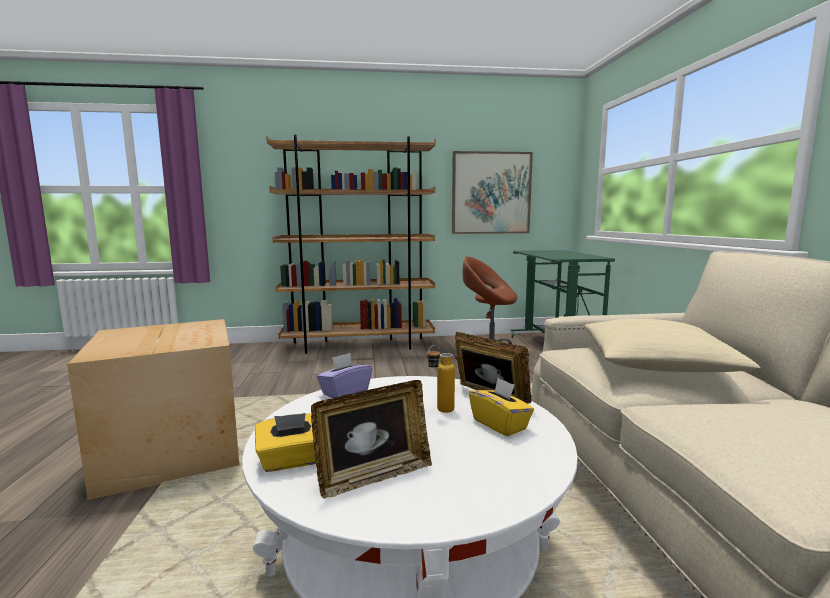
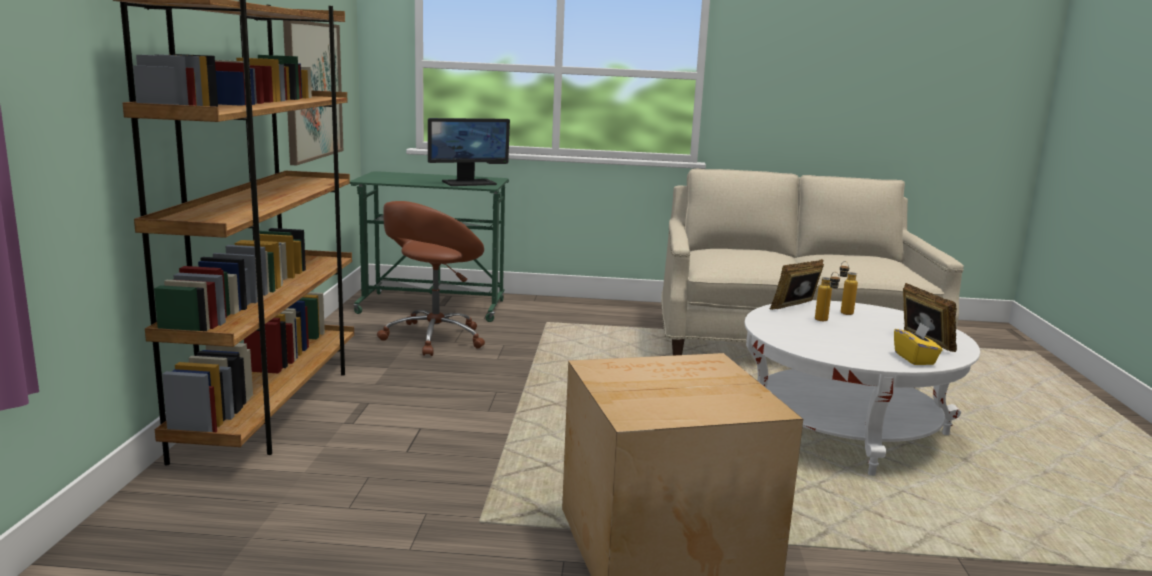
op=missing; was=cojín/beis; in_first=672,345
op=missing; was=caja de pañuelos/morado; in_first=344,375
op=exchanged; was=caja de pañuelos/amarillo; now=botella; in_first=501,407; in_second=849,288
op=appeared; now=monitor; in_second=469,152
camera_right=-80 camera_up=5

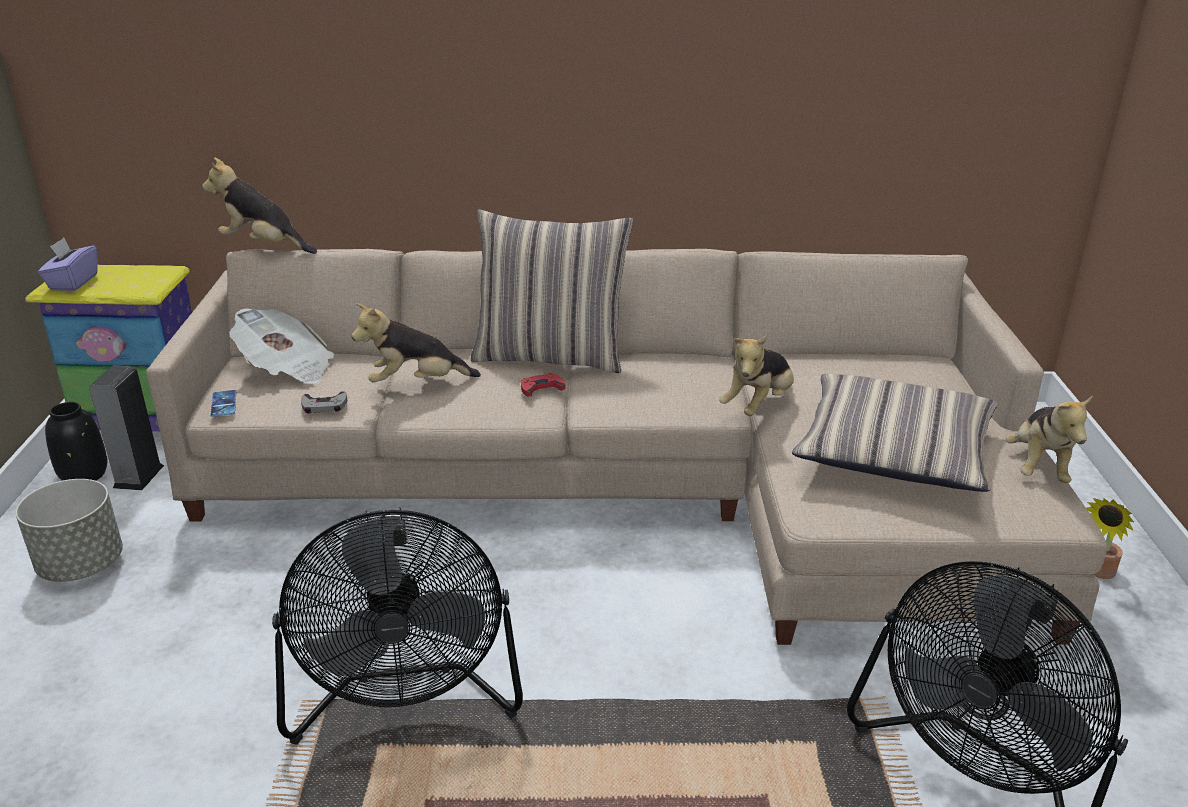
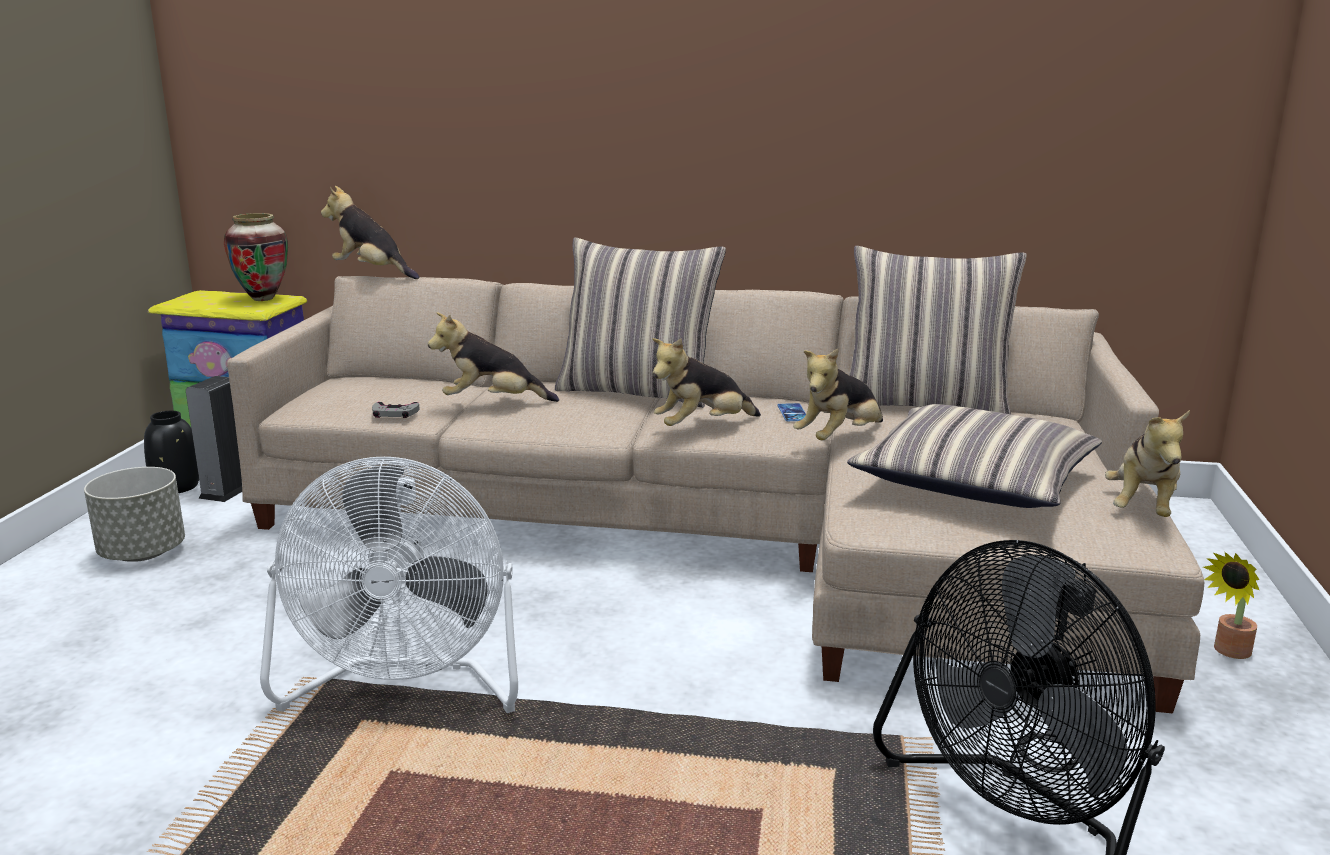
op=missing; was=caja de pañuelos/morado; in_first=68,264
op=missing; was=periódico; in_first=281,346
op=missing; was=mando de consola/rojo; in_first=543,384
op=relocated; was=móvil; in_first=223,403; in_second=791,412
op=colour; was=ventilador/negro; now=ventilador/blanco; in_first=397,626; in_second=389,585
op=appeared; now=florero; in_second=256,257
op=appeared; now=cojín; in_second=938,330
op=appeared; now=peluche; in_second=706,382
camera_right=10 camera_up=-10

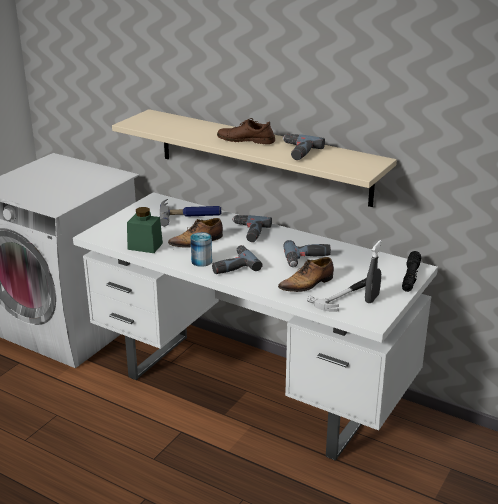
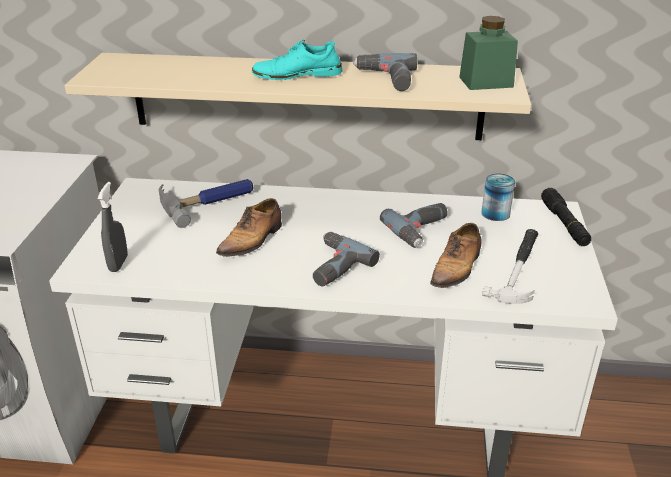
op=colour; was=zapato/marrón; now=zapato/turquesa; in_first=246,131; in_second=297,59
op=relocated; was=tarro/verde; in_first=145,230; in_second=488,53
op=missing; was=taladro; in_first=252,228
op=relocated; was=lata; in_first=201,249; in_second=498,197
op=relocated; was=pulverizador/gris; in_first=373,271; in_second=112,227
camera_right=-25 camera_up=5

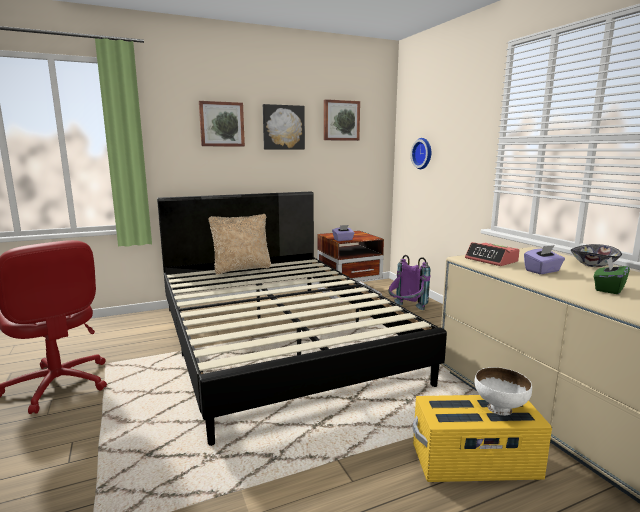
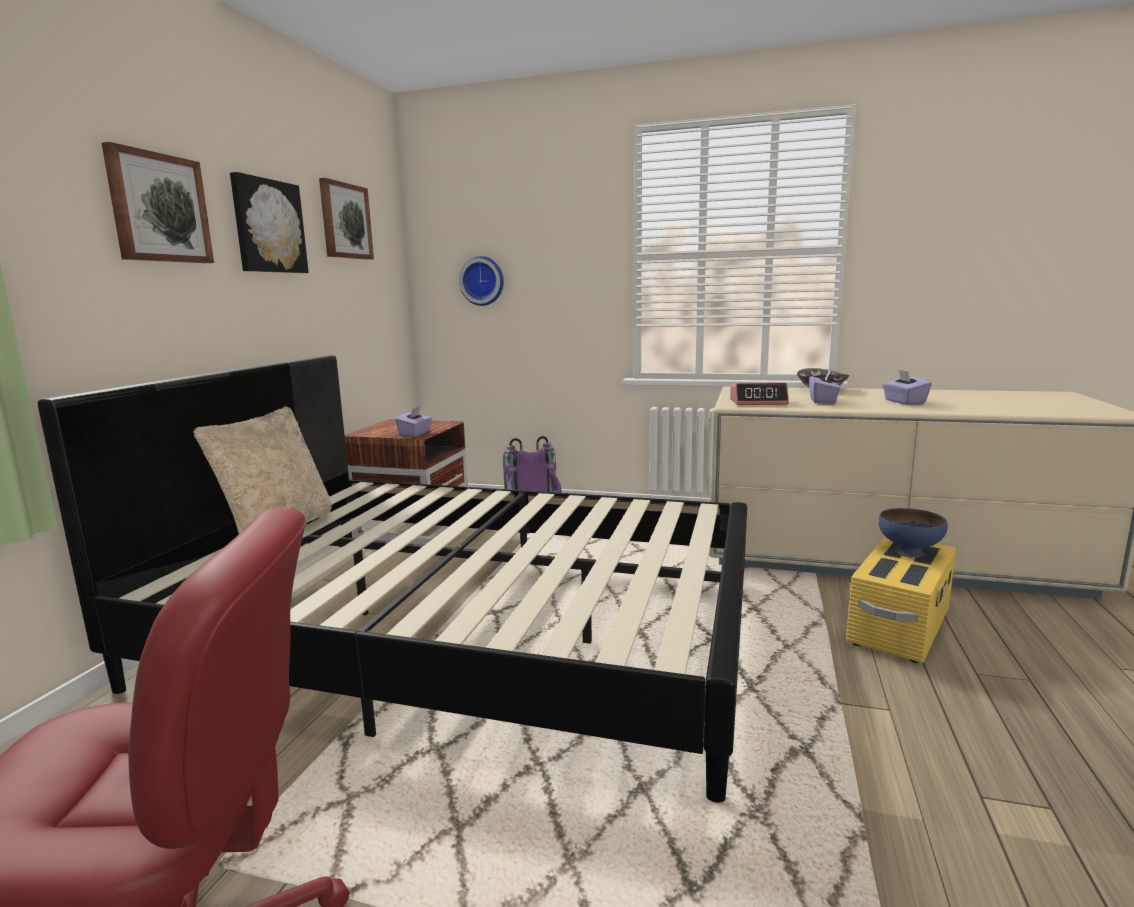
op=colour; was=caja de pañuelos/verde; now=caja de pañuelos/morado; in_first=612,275; in_second=907,387
op=colour; was=cuenco/blanco; now=cuenco/azul; in_first=503,391; in_second=913,533
camera_right=-50 camera_up=0

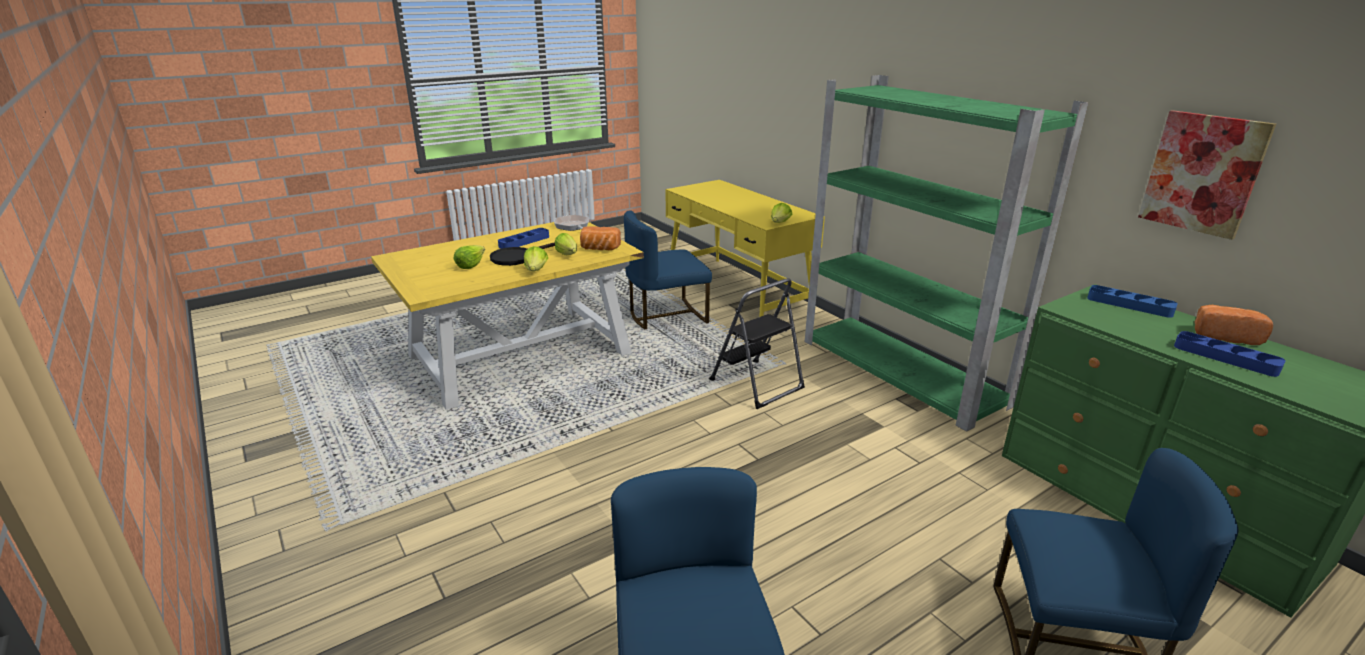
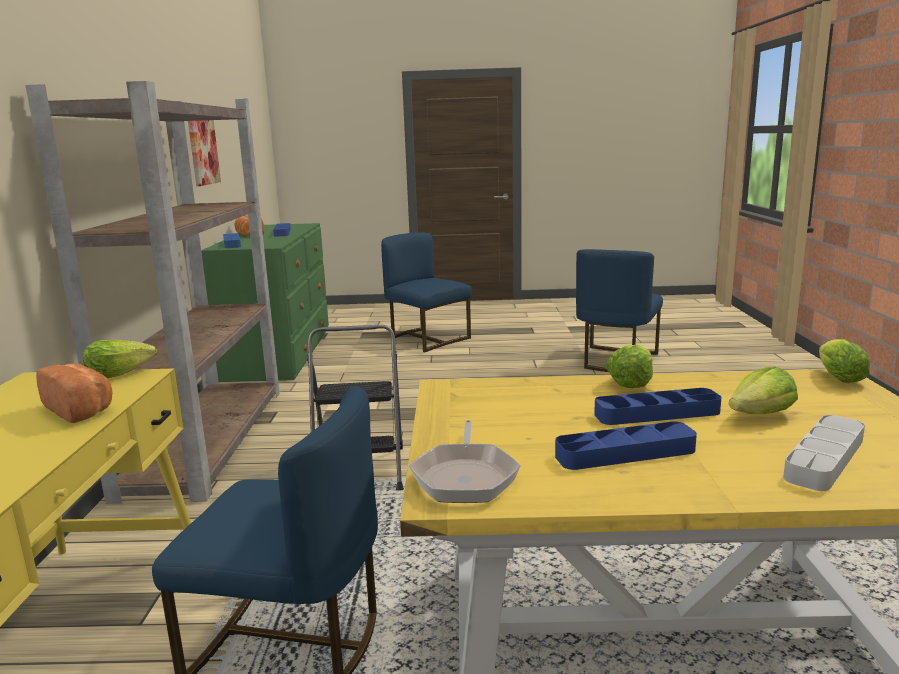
op=colour; was=estantería/verde; now=estantería/marrón; in_first=947,253; in_second=152,292
op=relocated; was=pan; in_first=600,238; in_second=74,393
op=relocated; was=lechuga; in_first=566,244; in_second=844,361
op=exchanged; was=sartén/negro; now=bandeja/azul; in_first=522,254; in_second=657,406
op=appeared; now=bandeja/gris; in_second=824,453
camera_right=-145 camera_up=-10

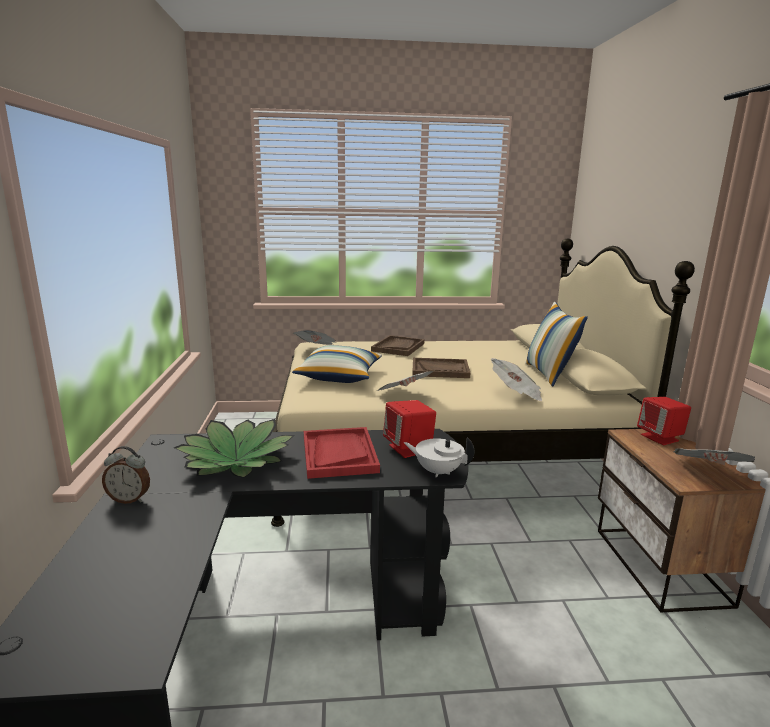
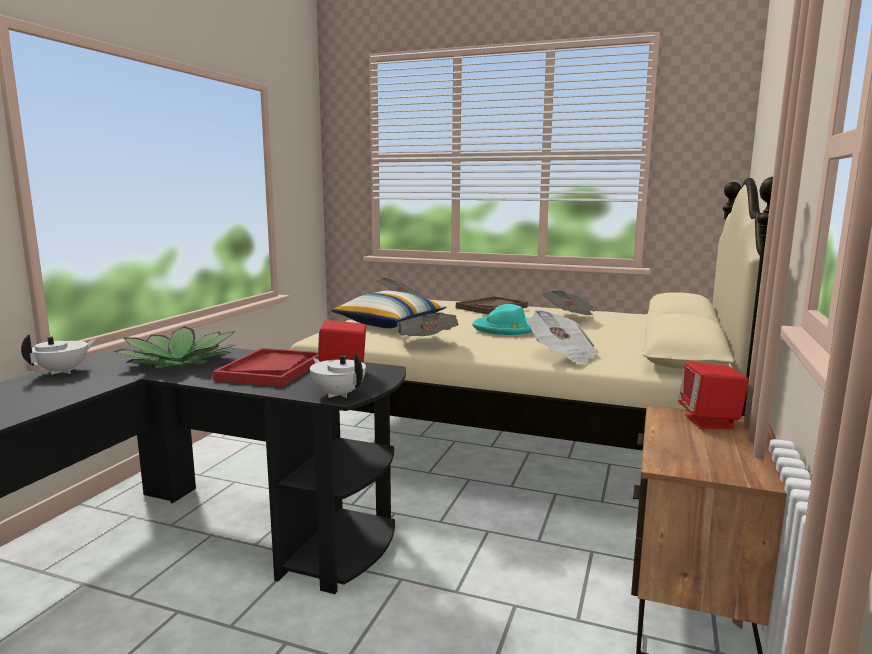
op=missing; was=cojín; in_first=556,344
op=exchanged; was=bandeja/marrón; now=sombrero/turquesa; in_first=441,368; in_second=502,319
op=exchanged; was=despertador; now=tetera/blanco; in_first=126,475; in_second=59,354
op=relocated; was=periódico; in_first=714,455; in_second=568,303
camera_right=25 camera_up=-5

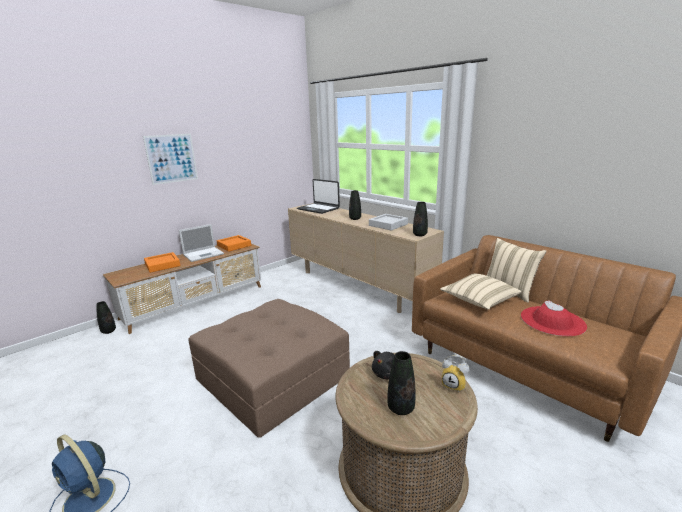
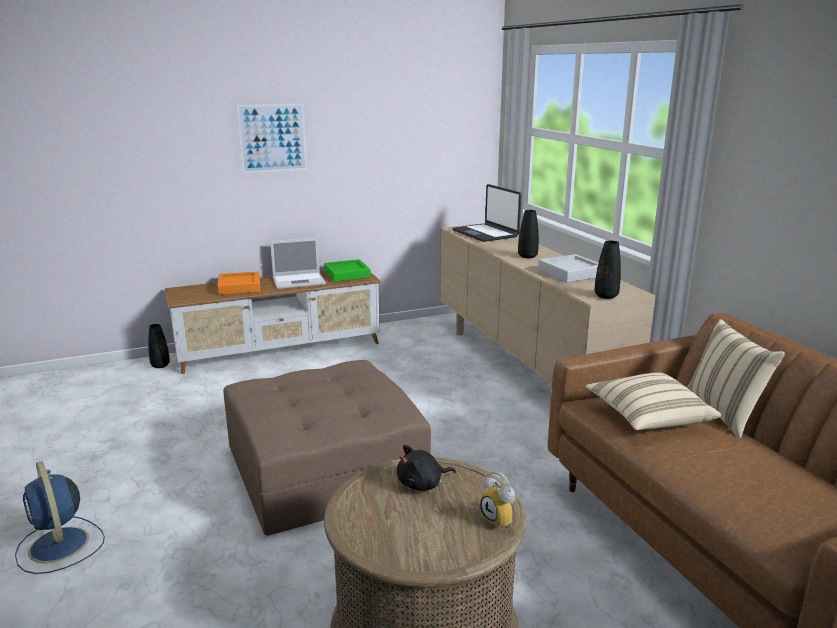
op=colour; was=bandeja/naranja; now=bandeja/verde; in_first=234,243; in_second=347,270
op=missing; was=sombrero/rojo; in_first=554,318
op=missing; was=florero/negro; in_first=402,383
camera_right=20 camera_up=0

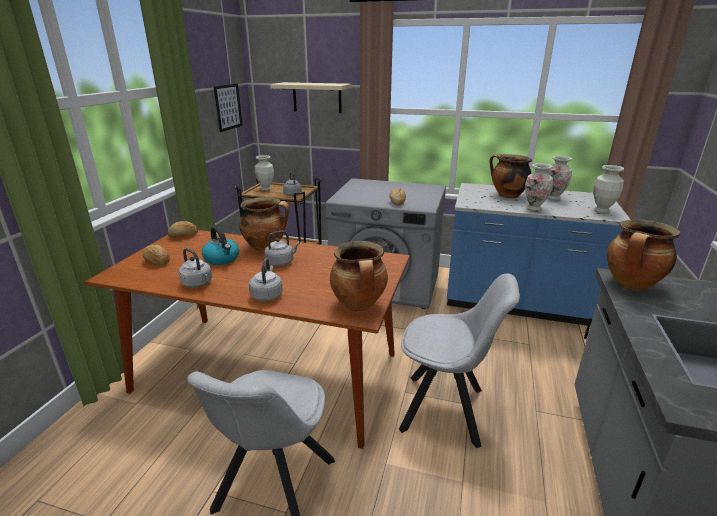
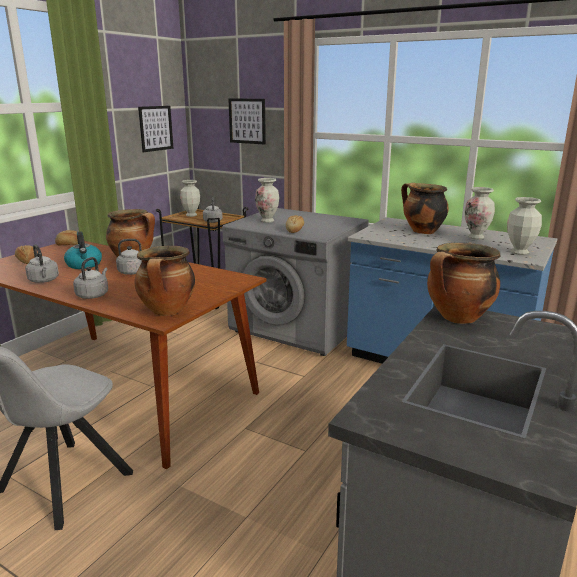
op=exchanged; was=estante/beis; now=cuadro; in_first=310,97; in_second=247,121
op=relocated; was=florero; in_first=539,187; in_second=267,200
op=missing; was=silla/gris; in_first=459,360
camera_right=15 camera_up=-5

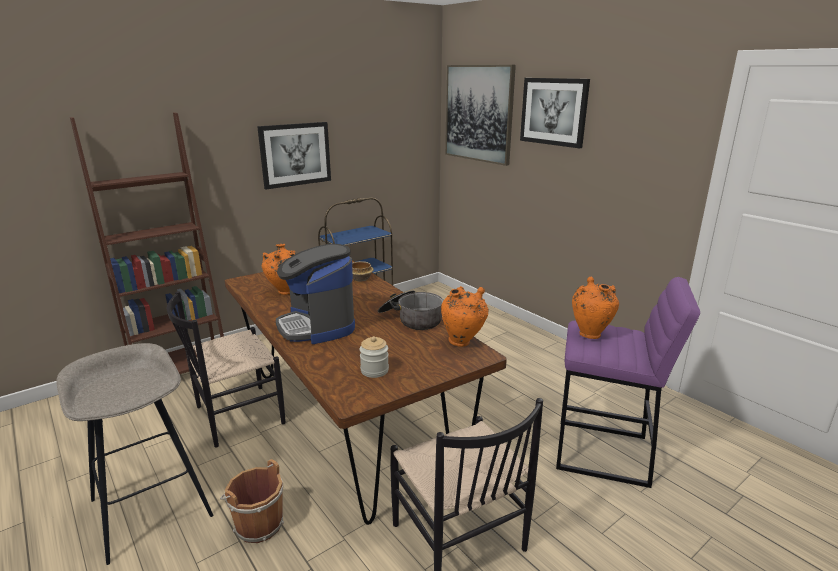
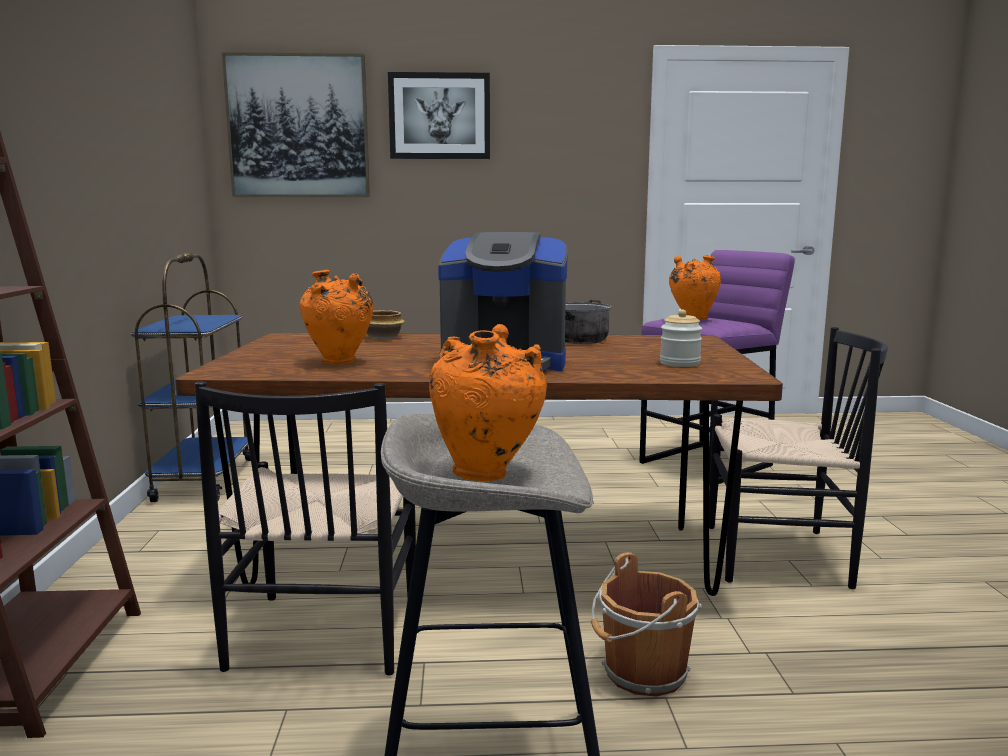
op=missing; was=cuadro; in_first=294,155
op=relocated; was=florero/naranja; in_first=464,316; in_second=488,402
camera_right=-55 camera_up=-10

